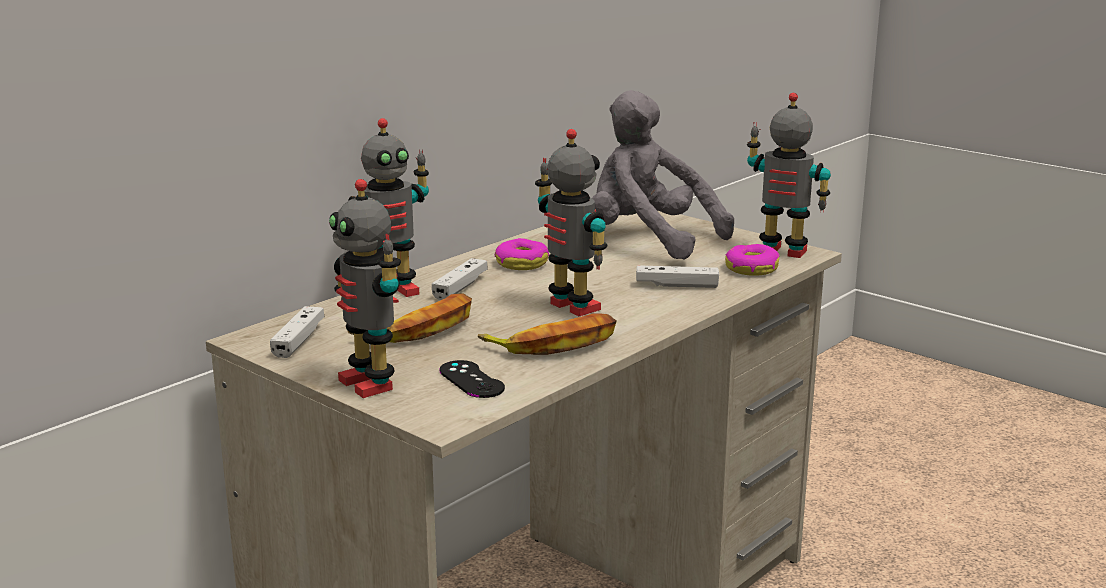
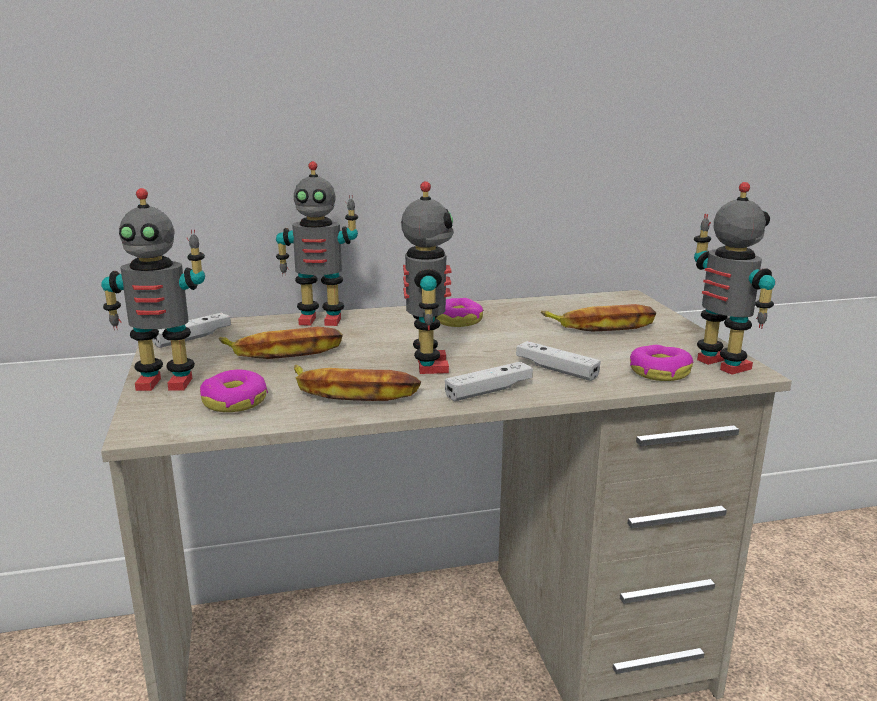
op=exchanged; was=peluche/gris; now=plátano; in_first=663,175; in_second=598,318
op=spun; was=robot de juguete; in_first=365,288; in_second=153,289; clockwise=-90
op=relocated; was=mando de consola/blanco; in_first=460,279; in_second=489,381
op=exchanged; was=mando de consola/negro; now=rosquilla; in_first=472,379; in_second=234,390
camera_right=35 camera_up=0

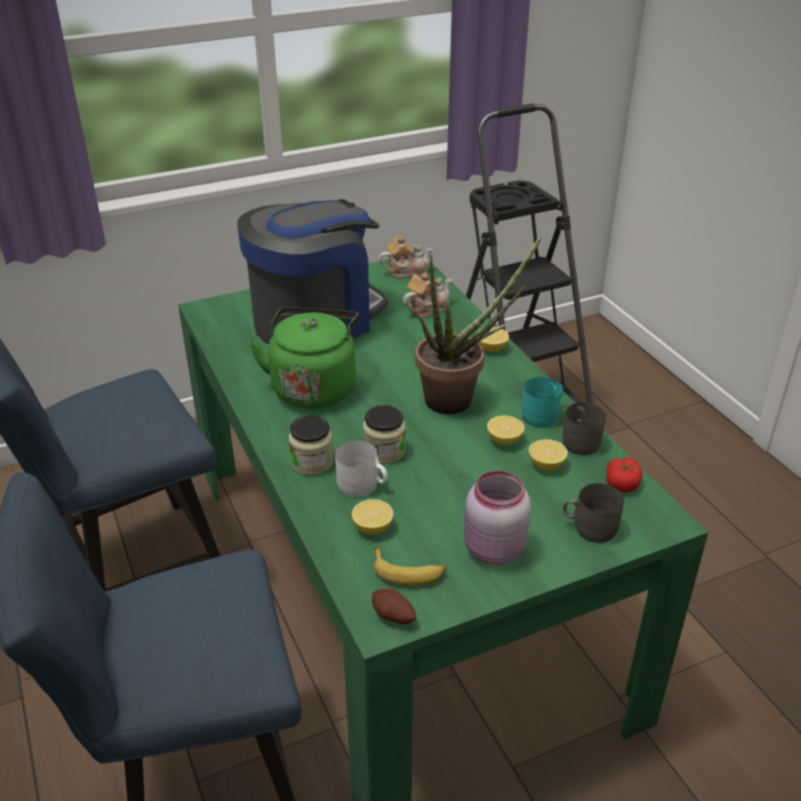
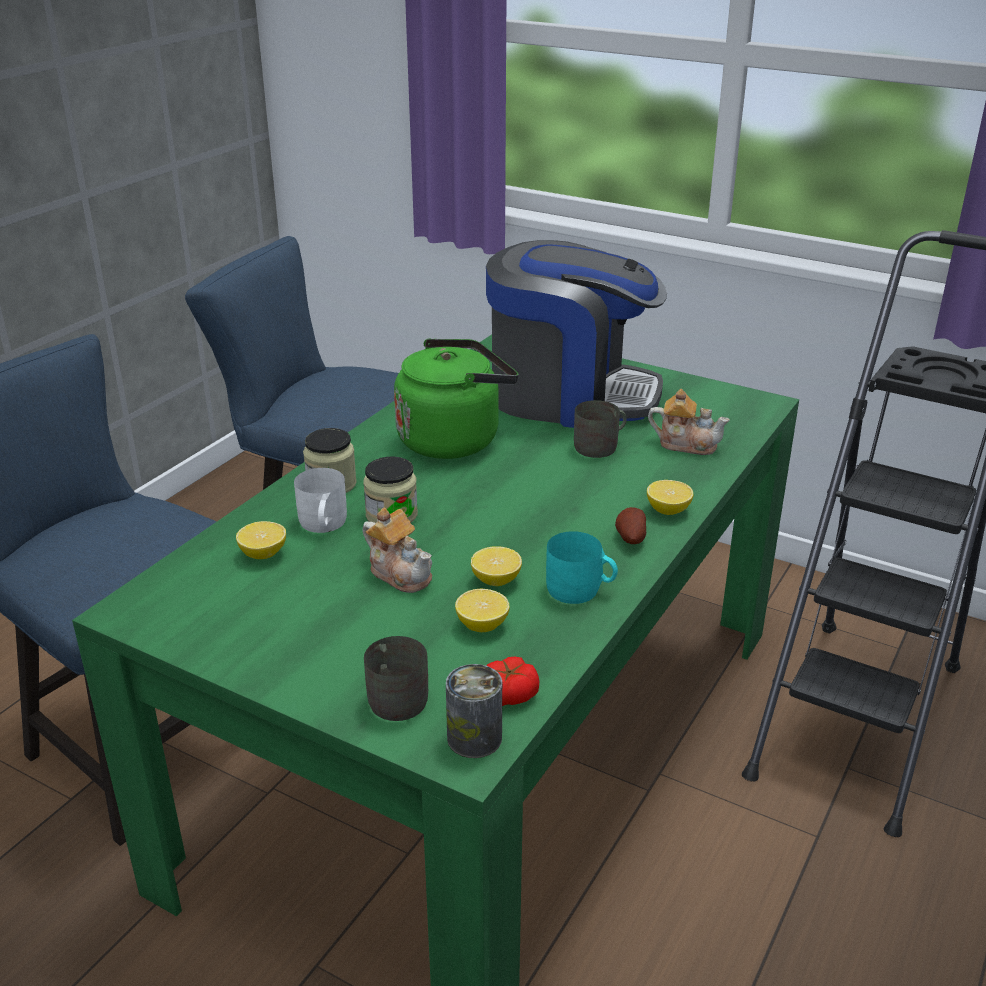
op=missing; was=planta en maceta; in_first=478,324
op=relocated; was=tetera; in_first=406,257; in_second=397,550
op=relocated; was=taza grande/gris; in_first=584,429; in_second=600,429
op=missing; was=tarro/rosa; in_first=497,518
op=missing; was=plátano; in_first=410,567
op=relocated; was=patata; in_first=394,606; in_second=630,525
op=appeared; now=lata; in_second=474,711
camera_right=55 camera_up=-5

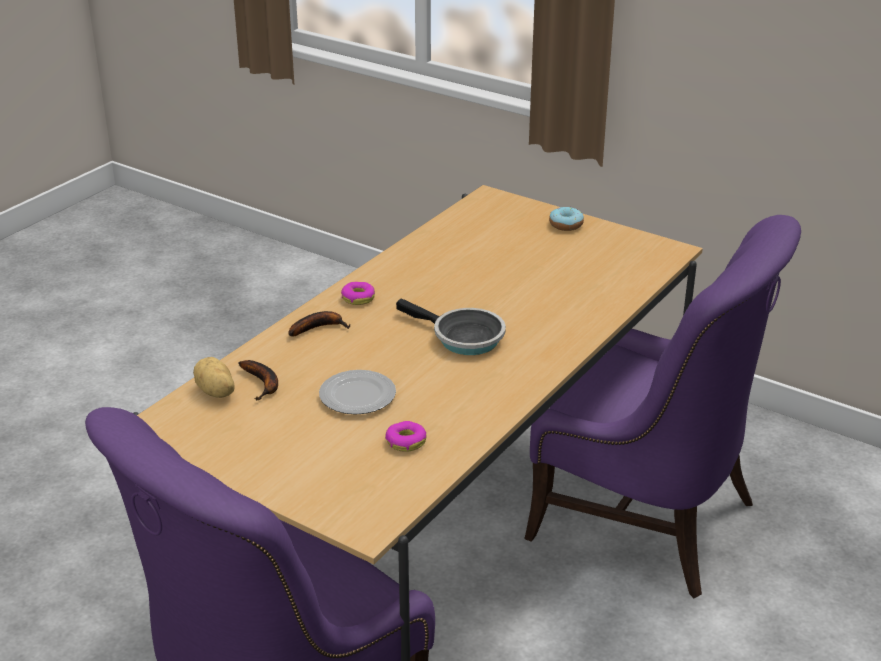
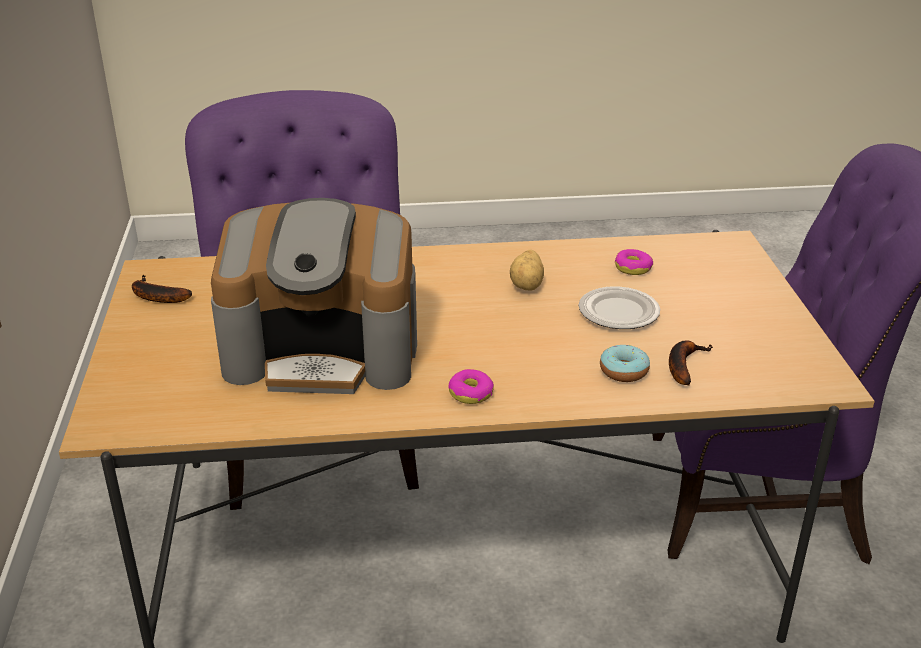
op=relocated; was=rosquilla; in_first=566,219; in_second=625,363
op=missing; was=sartén; in_first=451,326
op=relocated; was=plátano; in_first=319,324; in_second=162,289
op=relocated; was=patata; in_first=214,377; in_second=527,270
op=appeared; now=cafetera; in_second=314,296
camera_right=-130 camera_up=0

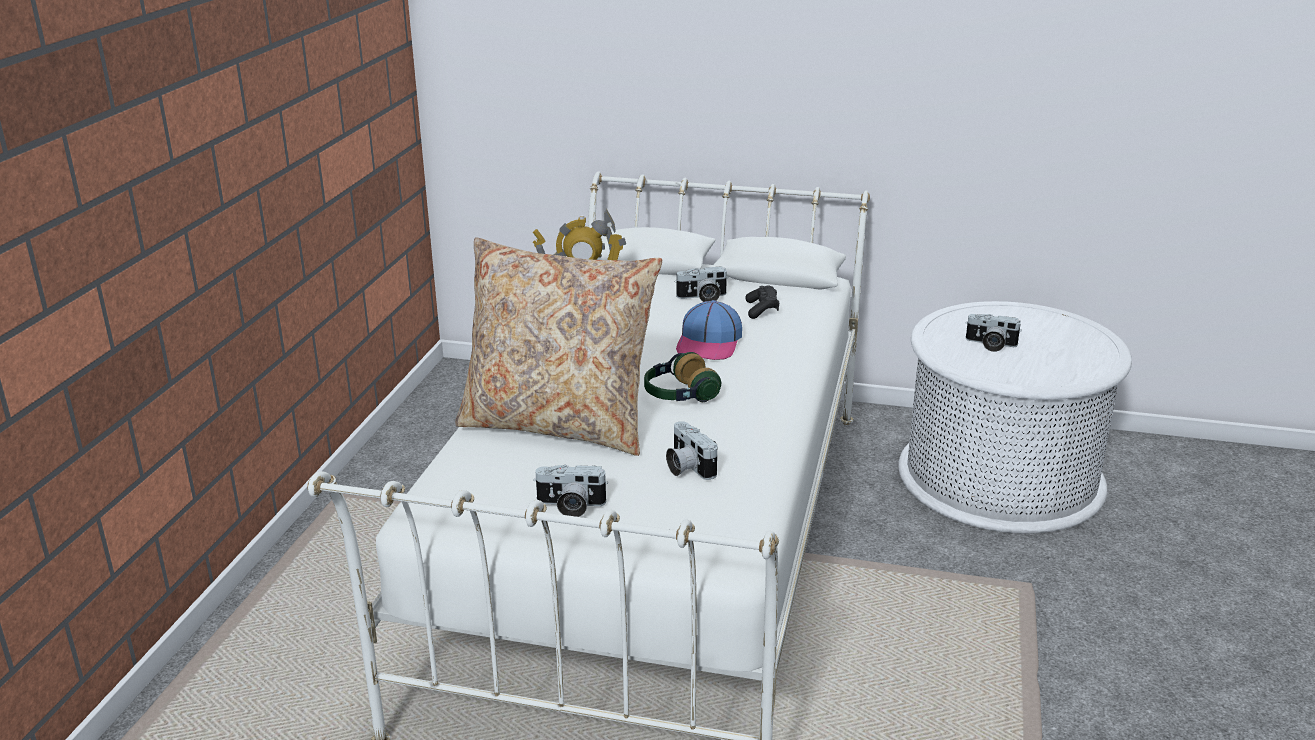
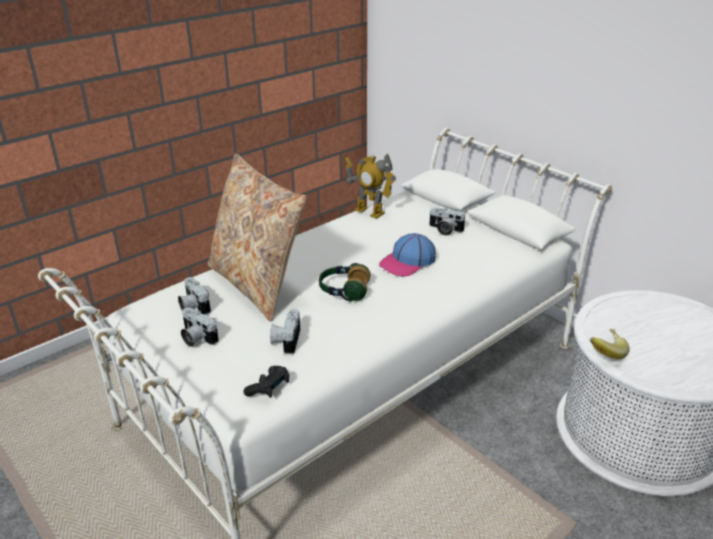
op=relocated; was=mando de consola/negro; in_first=762,302; in_second=266,382
op=relocated; was=cámara; in_first=993,333; in_second=194,296
op=appeared; now=plátano; in_second=610,344
camera_right=35 camera_up=5

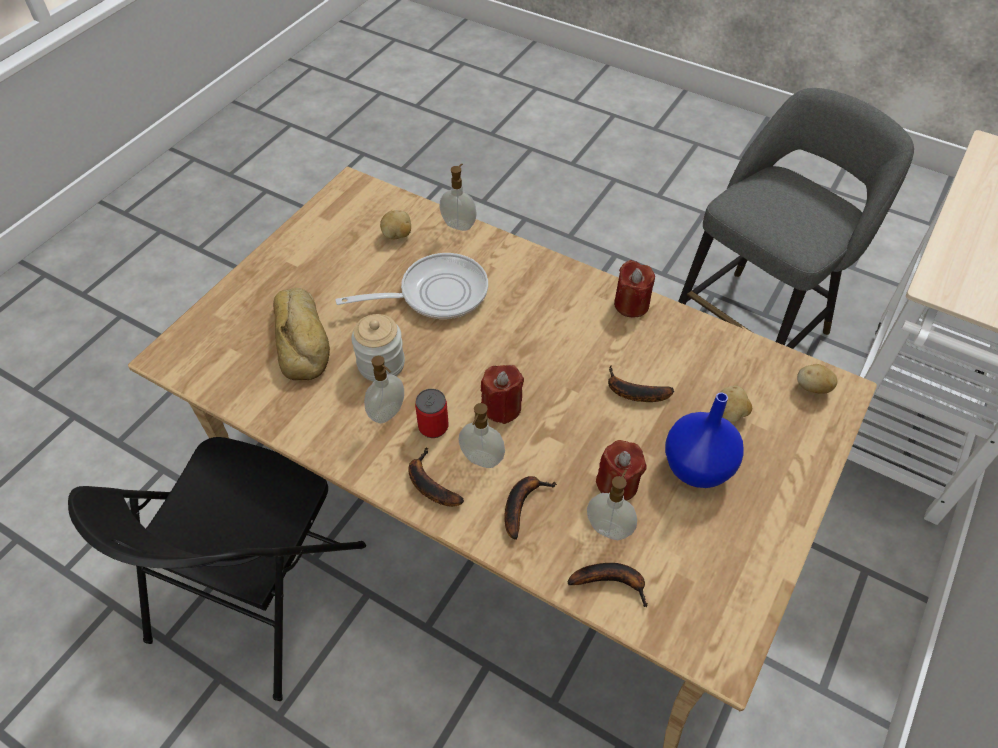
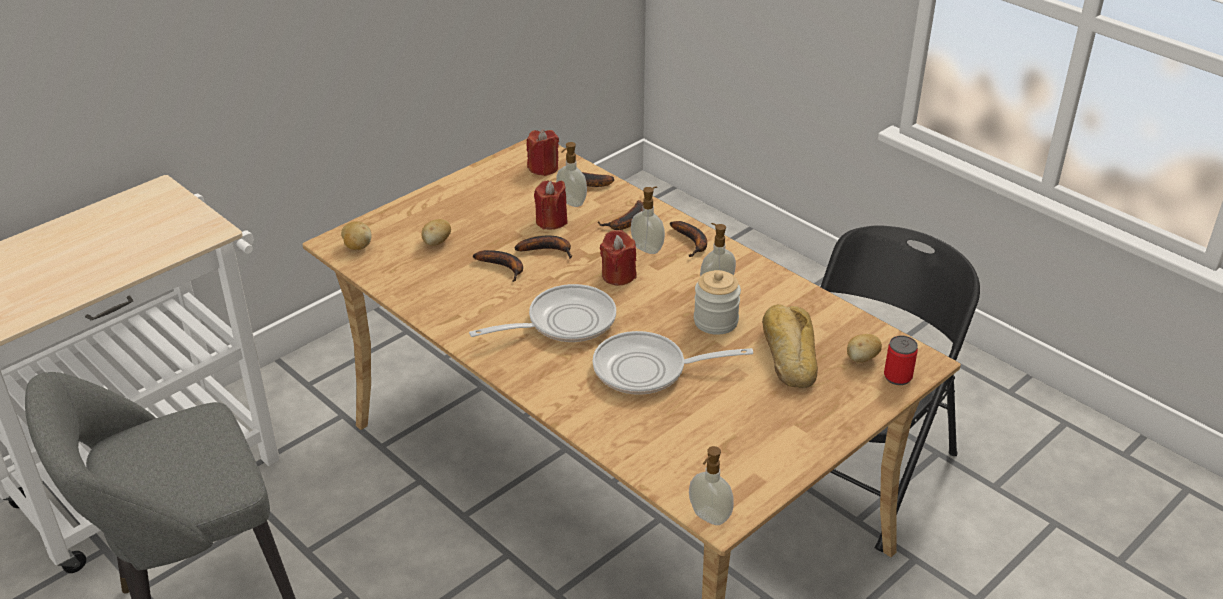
op=relocated; was=dispensador de jabón; in_first=458,197; in_second=711,485
op=relocated; was=patata; in_first=395,225; in_second=864,348
op=relocated; was=vela/rojo; in_first=634,288; in_second=543,153
op=relocated; was=lata; in_first=432,413; in_second=901,360
op=missing; was=florero/azul; in_first=704,440
op=appeared; now=plátano; in_second=543,247
op=appeared; now=sartén; in_second=542,313
camera_right=-165 camera_up=-15

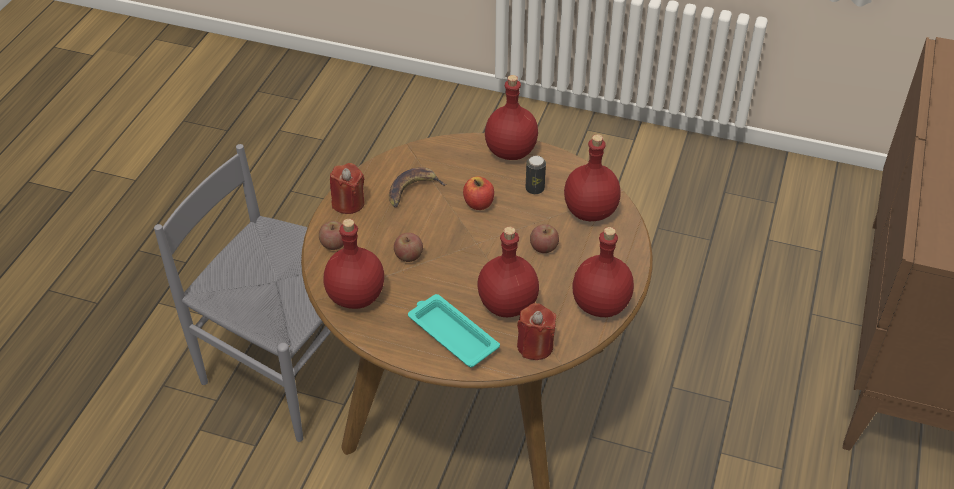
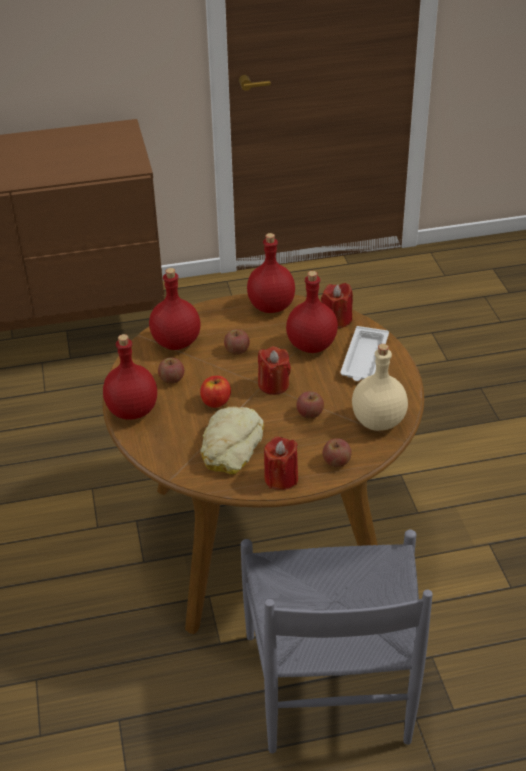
op=exchanged; was=lata; now=manzana; in_first=536,175; in_second=171,371
op=exchanged; was=plátano; now=pan; in_first=418,187; in_second=232,440
op=colour; was=botella/rojo; now=botella/beis; in_first=354,264; in_second=380,387
op=colour; was=bandeja/turquesa; now=bandeja/blanco; in_first=454,330; in_second=364,353
op=appeared; now=vela/rojo; in_second=274,370
camera_right=-120 camera_up=-5

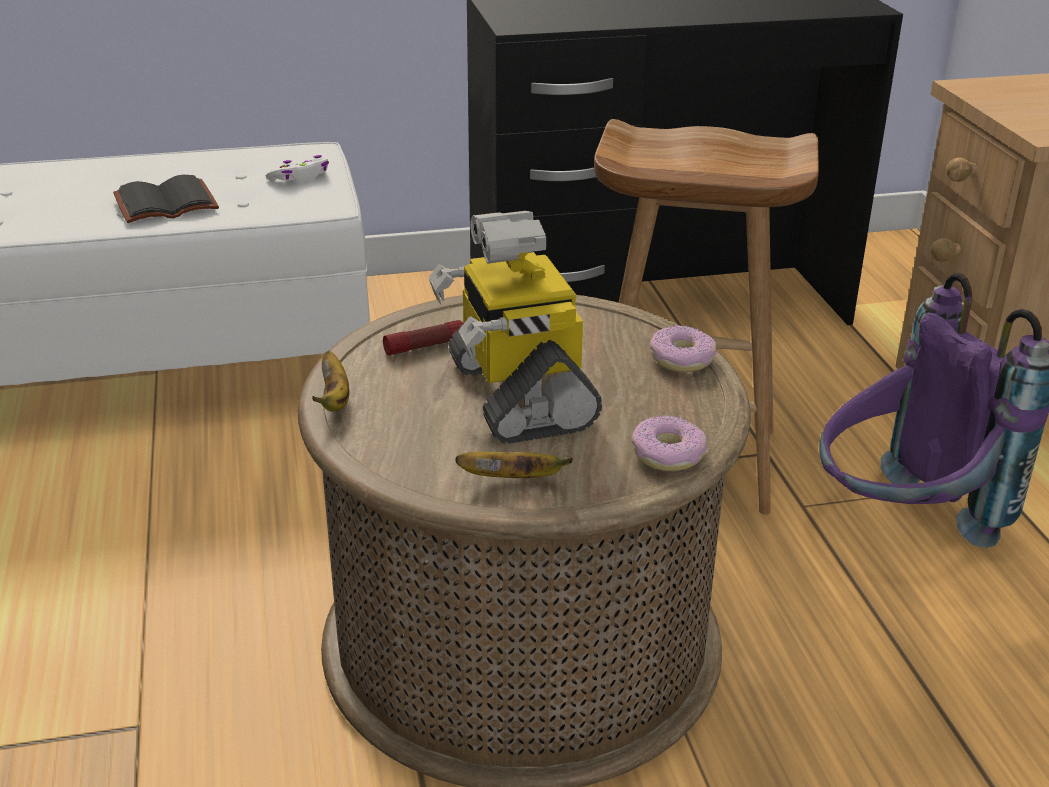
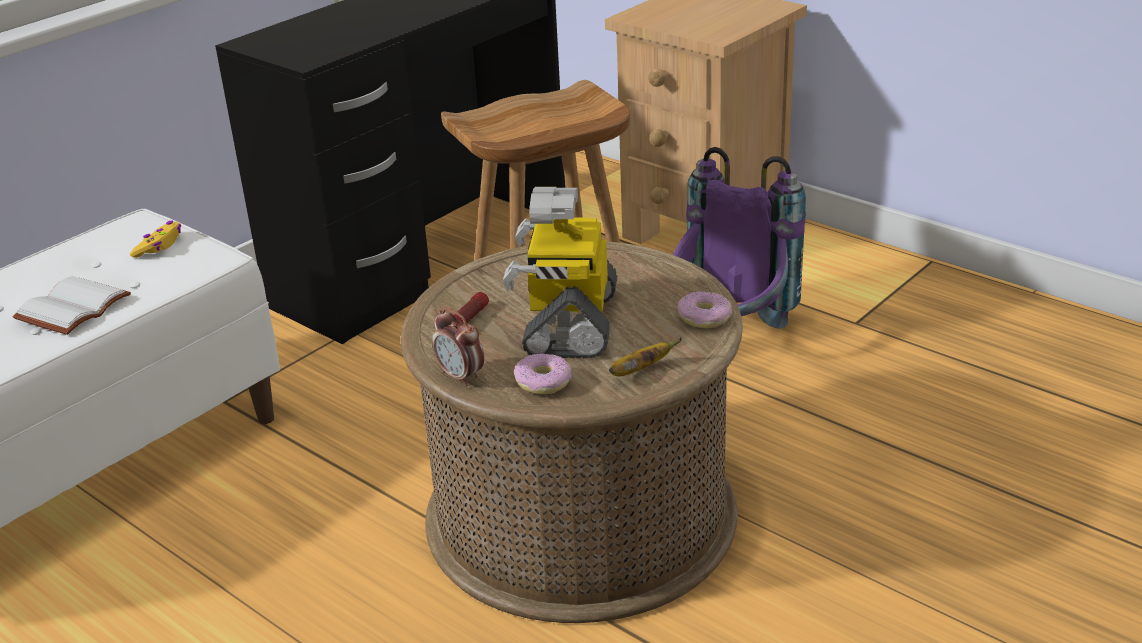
op=colour; was=mando de consola/blanco; now=mando de consola/amarillo; in_first=297,168; in_second=155,239
op=colour; was=libro/negro; now=libro/blanco; in_first=166,199; in_second=72,305
op=spun; was=robot de juguete; in_first=515,327; in_second=560,273; clockwise=60
op=relocated; was=rosquilla; in_first=683,348; in_second=543,373
op=exchanged; was=plátano; now=despertador; in_first=330,381; in_second=458,347
camera_right=-35 camera_up=0

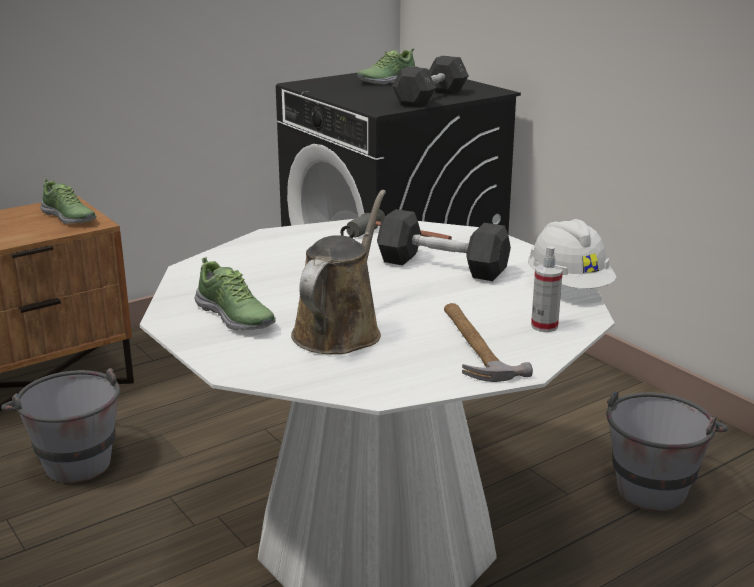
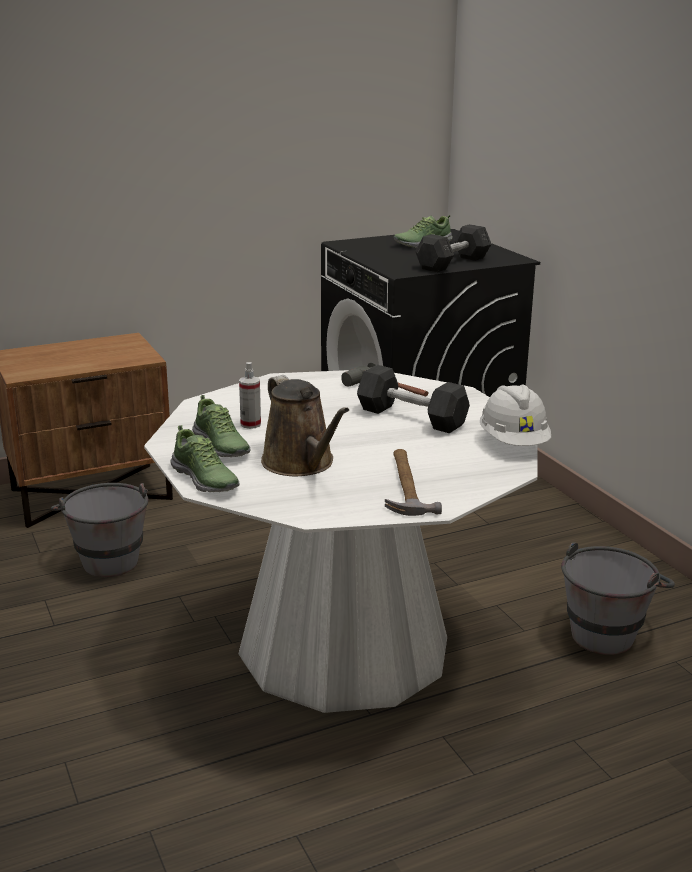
op=relocated; was=zapato; in_first=68,201; in_second=205,458
op=spun; was=regadera/marrón; in_first=338,272; in_second=305,425; clockwise=120
op=relocated; was=pulverizador; in_first=547,289; in_second=250,395
camera_right=10 camera_up=0

